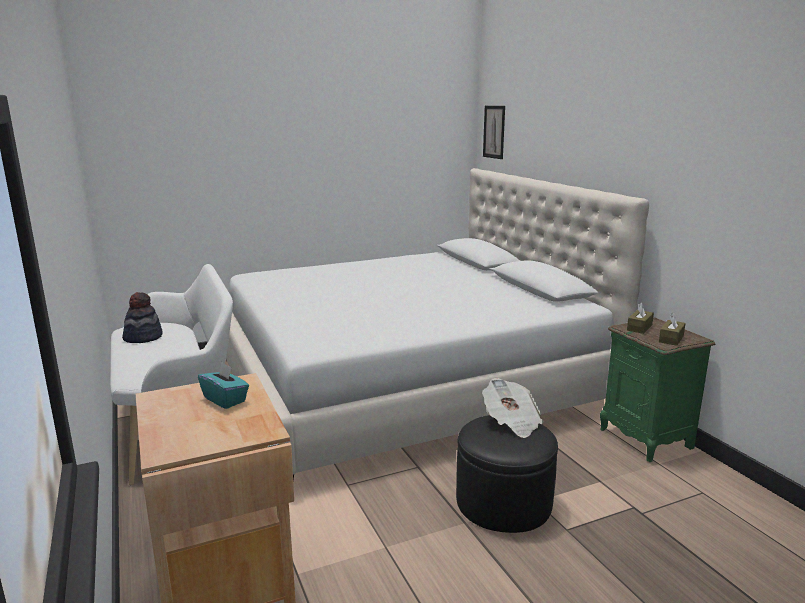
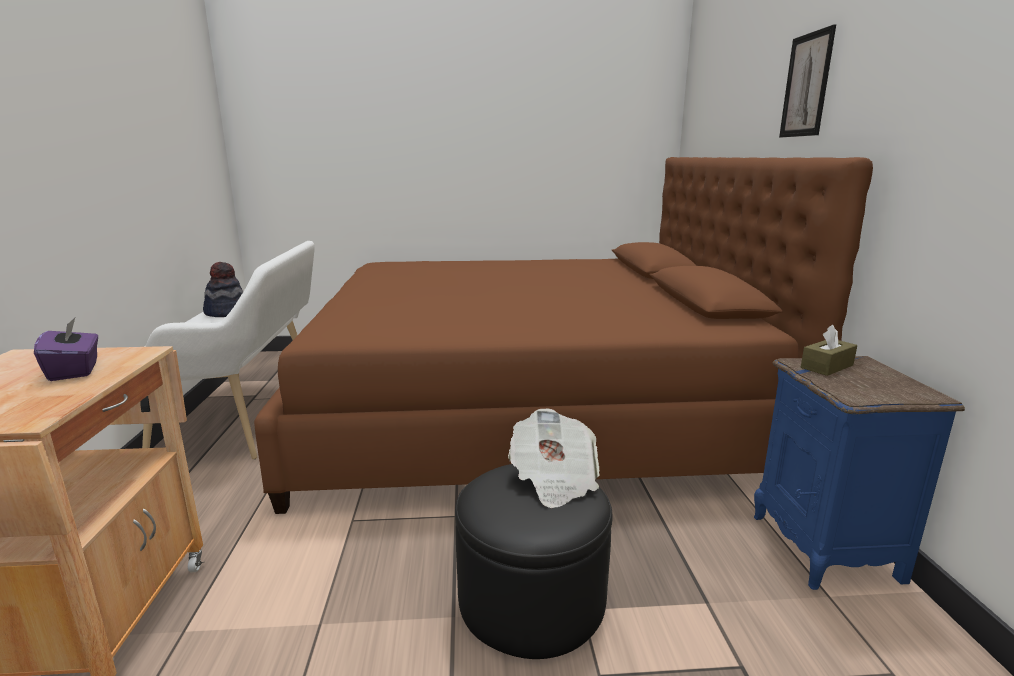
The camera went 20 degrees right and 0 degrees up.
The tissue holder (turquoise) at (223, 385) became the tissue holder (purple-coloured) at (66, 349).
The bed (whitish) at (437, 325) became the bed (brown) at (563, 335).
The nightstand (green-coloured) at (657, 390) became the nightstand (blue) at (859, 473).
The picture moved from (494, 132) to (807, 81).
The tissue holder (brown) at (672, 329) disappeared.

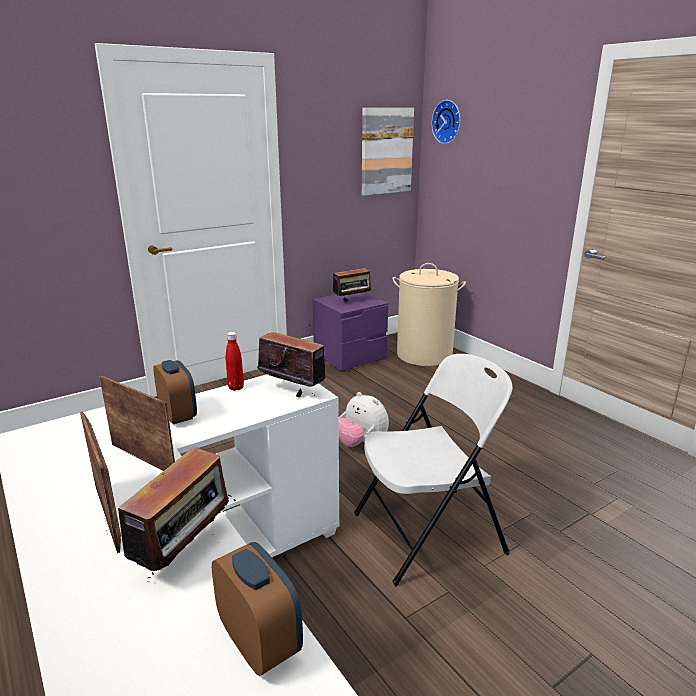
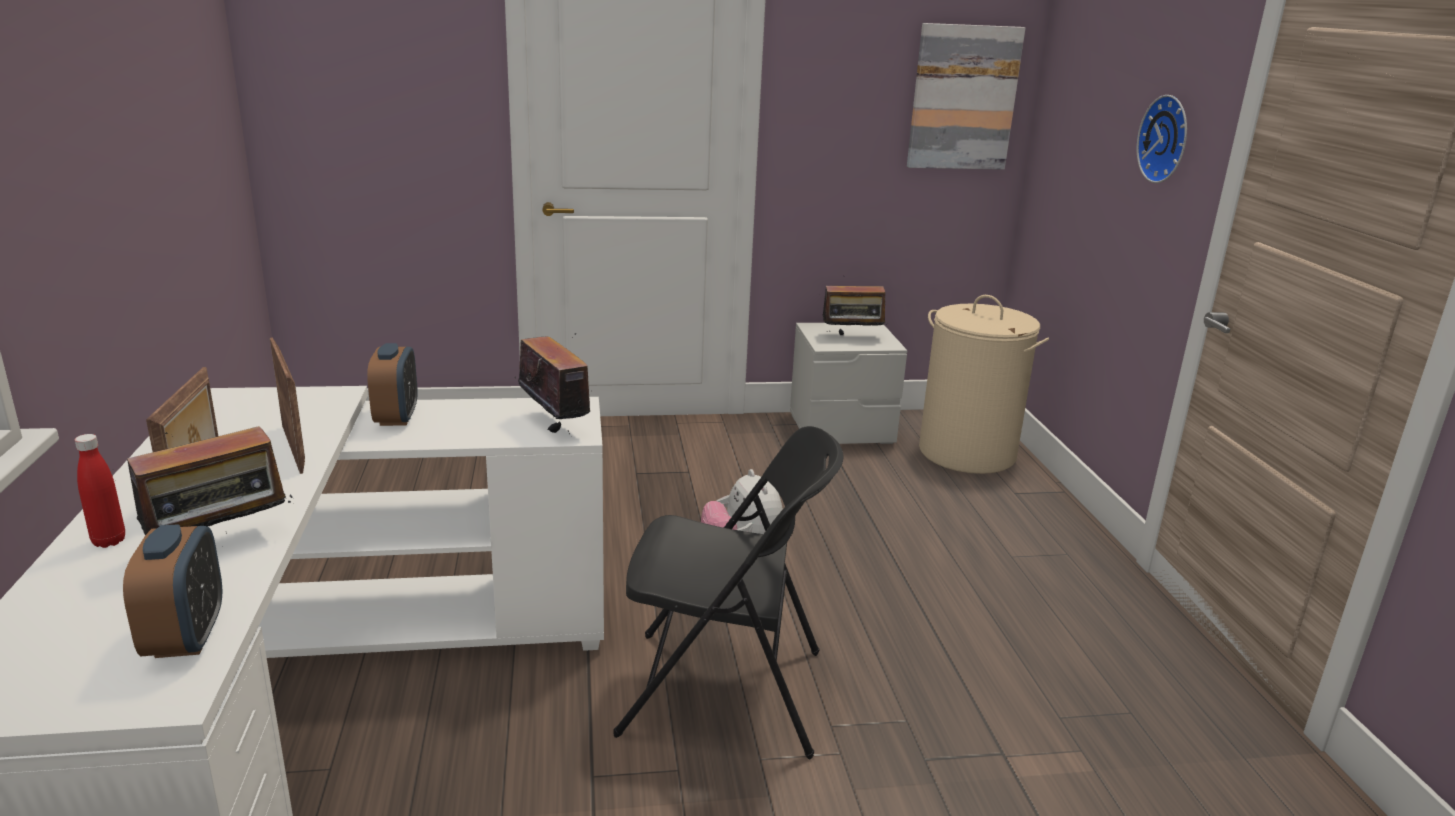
The camera went 25 degrees right and 0 degrees up.
The drink bottle (red) moved from (235, 361) to (100, 491).
The plain chair (whitish) at (433, 470) became the plain chair (blackish) at (728, 593).
The nightstand (purple-coloured) at (350, 332) became the nightstand (whitish) at (848, 383).
The clock on the wall moved from (445, 122) to (1161, 139).

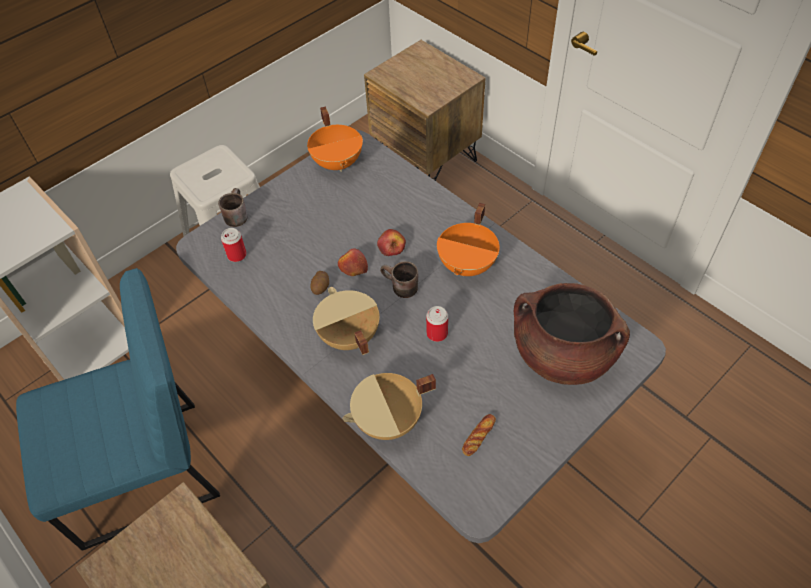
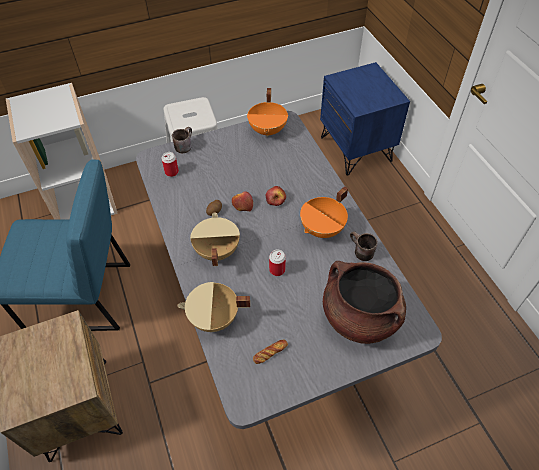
The camera went 20 degrees right and 0 degrees up.
The nightstand (brown) at (425, 110) became the nightstand (blue) at (365, 119).
The mug (brown) moved from (399, 279) to (364, 246).

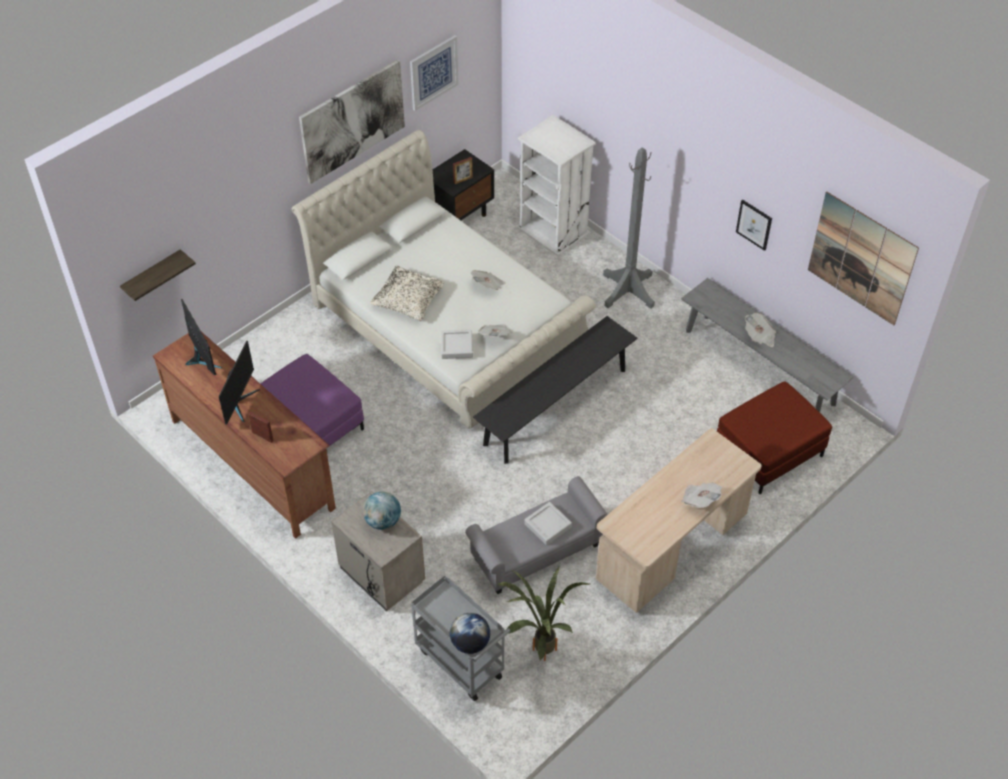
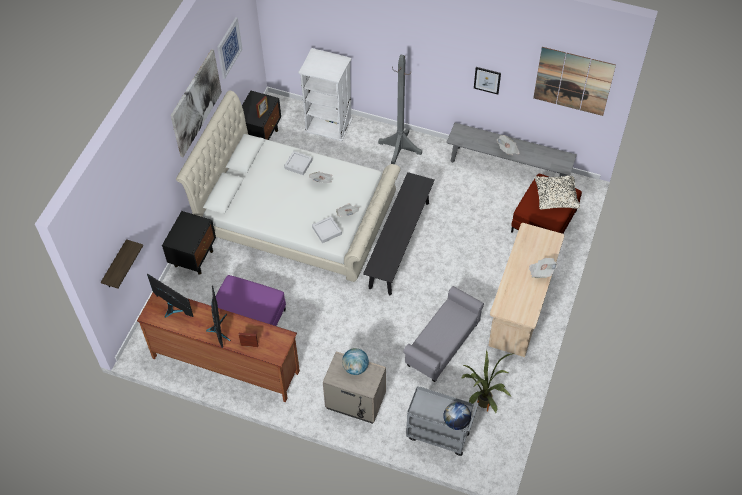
The camera went 25 degrees left and 5 degrees up.
The nightstand (blackish) at (189, 243) appeared.
The serving tray (gray) moved from (548, 523) to (298, 163).
The throw pillow (sand-coloured) moved from (407, 293) to (557, 192).

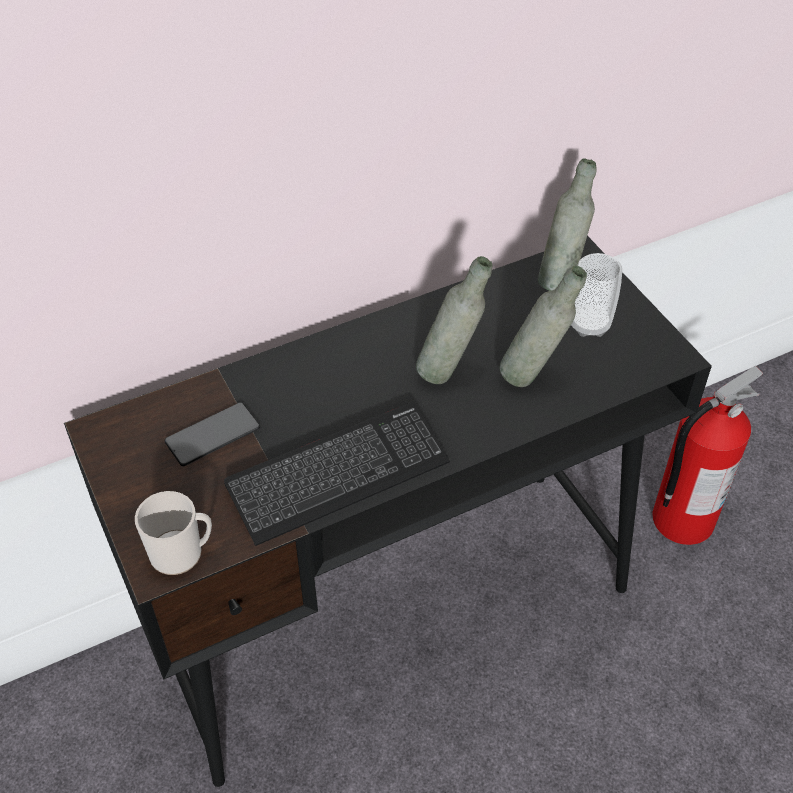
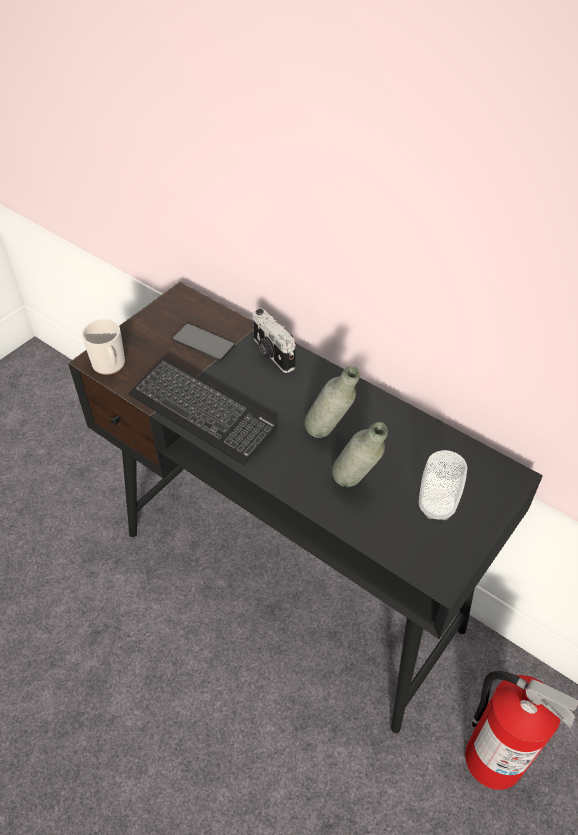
The camera went 65 degrees right and 0 degrees up.
The photo camera at (274, 341) appeared.
The drink bottle (gray) at (567, 224) disappeared.

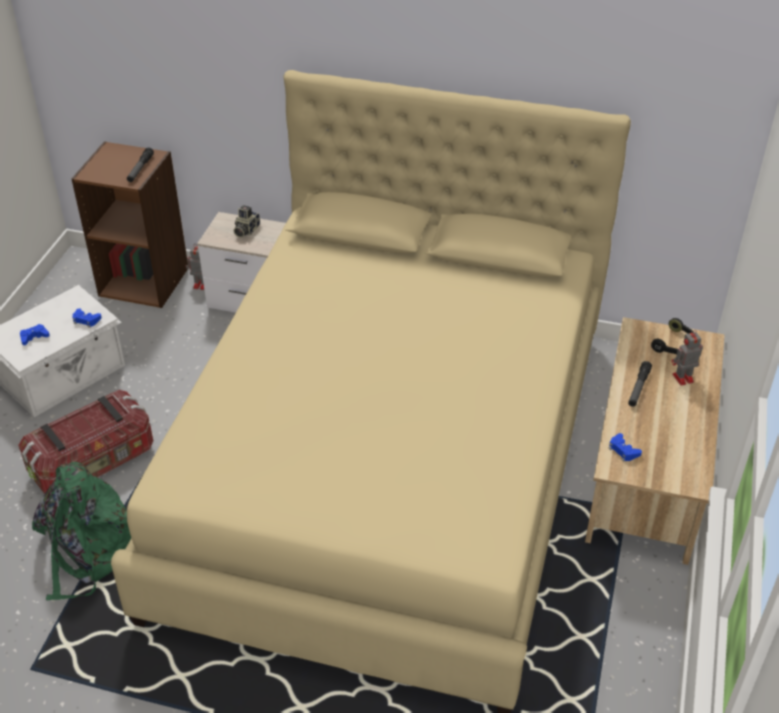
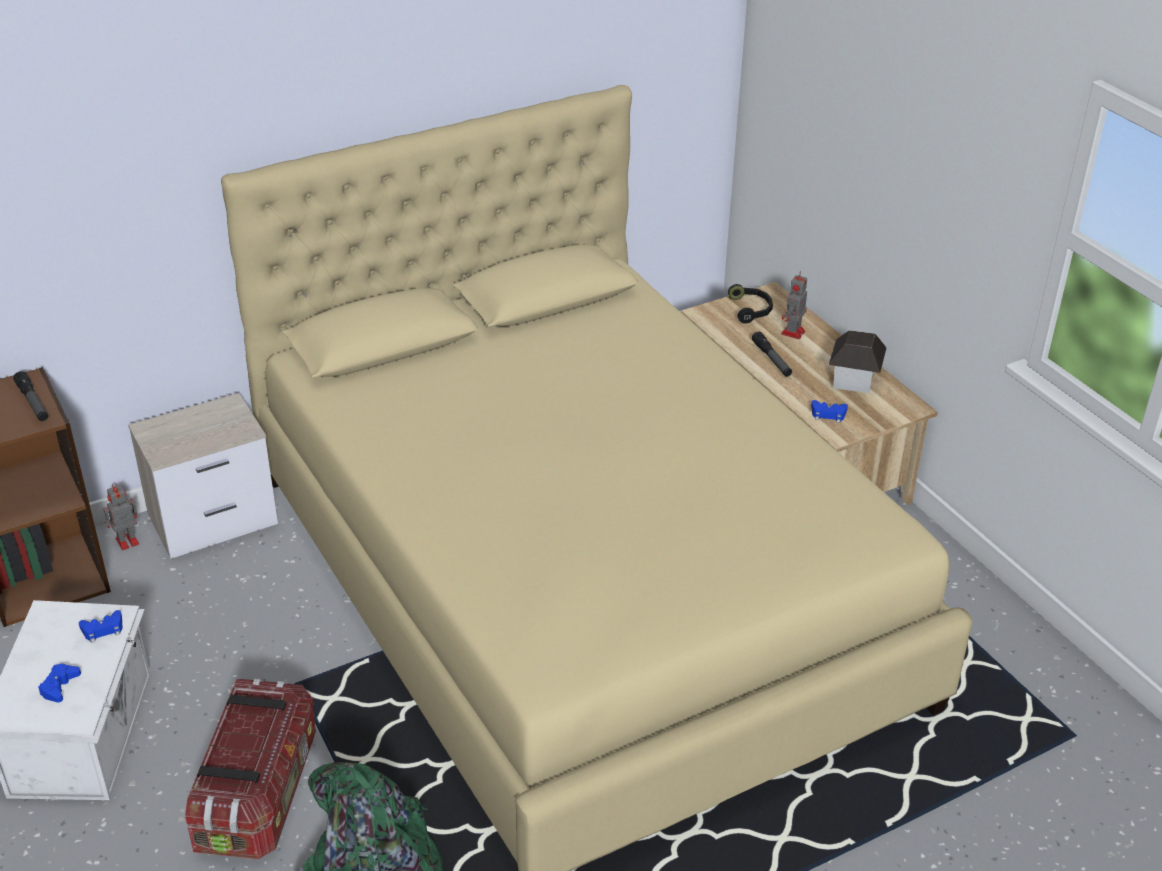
The camera went 45 degrees left and 5 degrees down.
The model house at (857, 361) appeared.
The photo camera at (247, 221) disappeared.

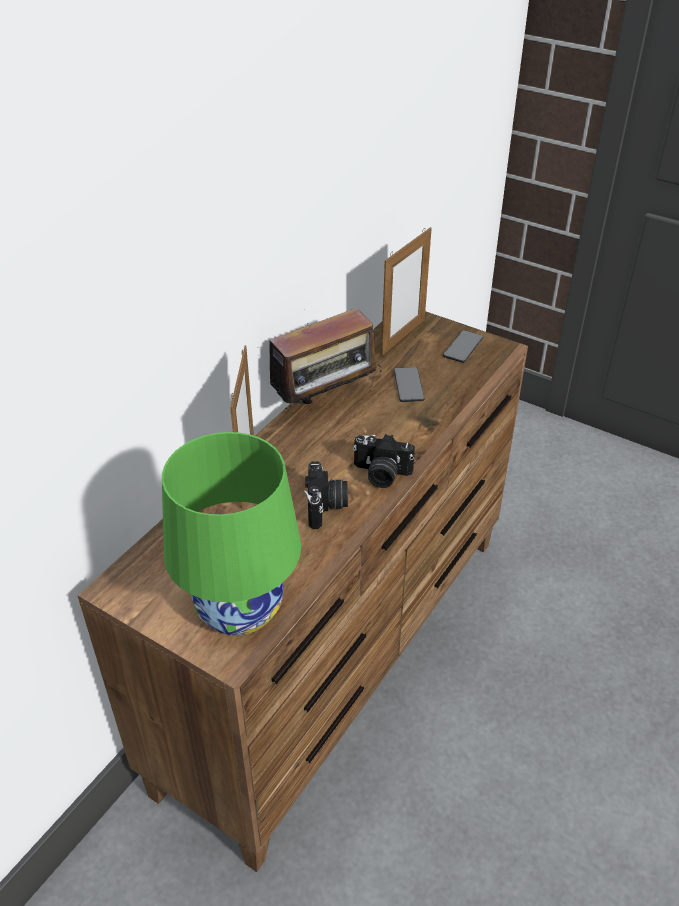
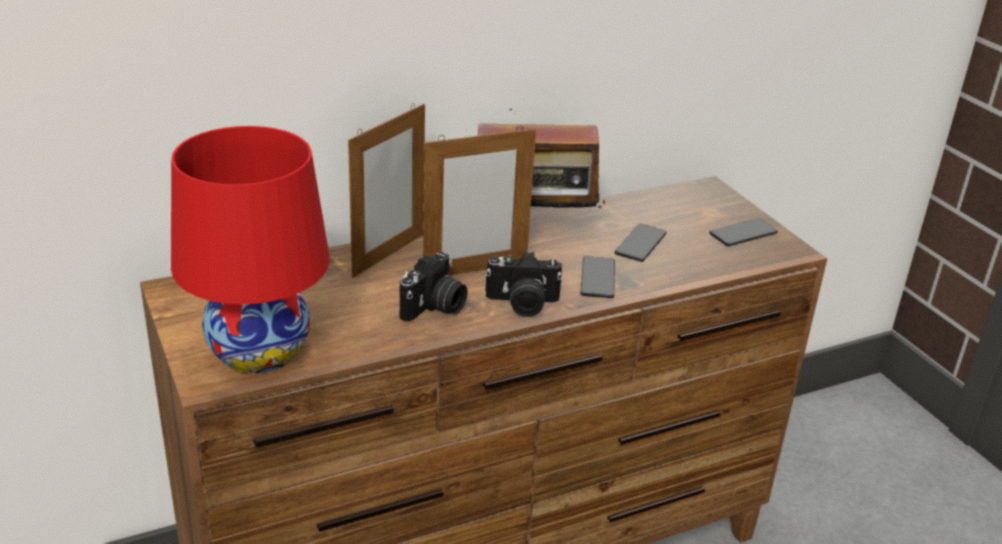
The camera went 30 degrees right and 10 degrees down.
The lamp for a table (green-coloured) at (231, 534) became the lamp for a table (red) at (250, 249).
The standing frame moved from (406, 291) to (479, 200).
The photo camera at (384, 461) turned 45 degrees counterclockwise.
The handset at (598, 277) appeared.

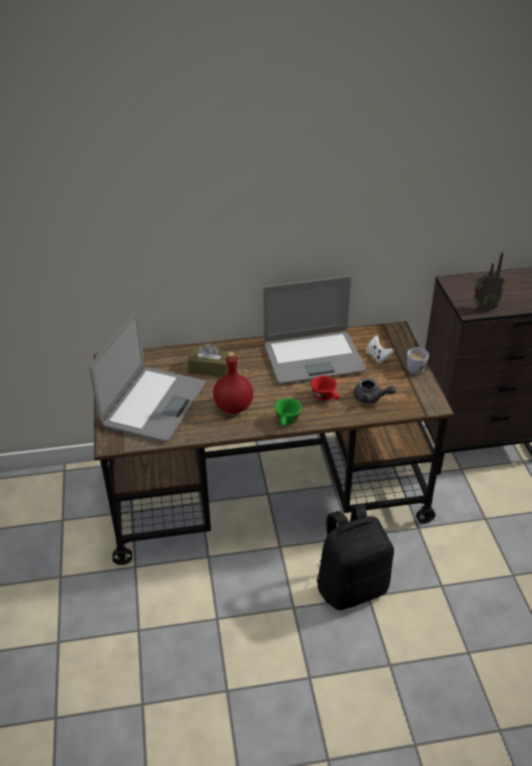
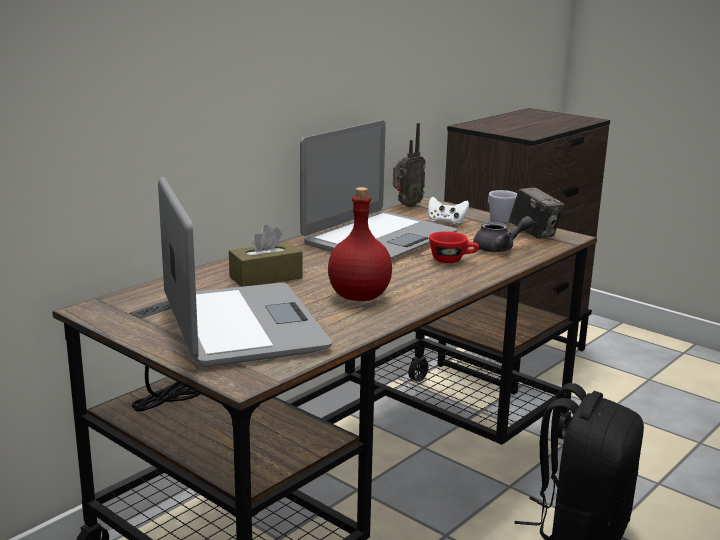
The camera went 40 degrees left and 20 degrees down.
The radio receiver moved from (488, 281) to (409, 165).
The photo camera at (537, 213) appeared.
The cup (green-coloured) at (288, 412) disappeared.

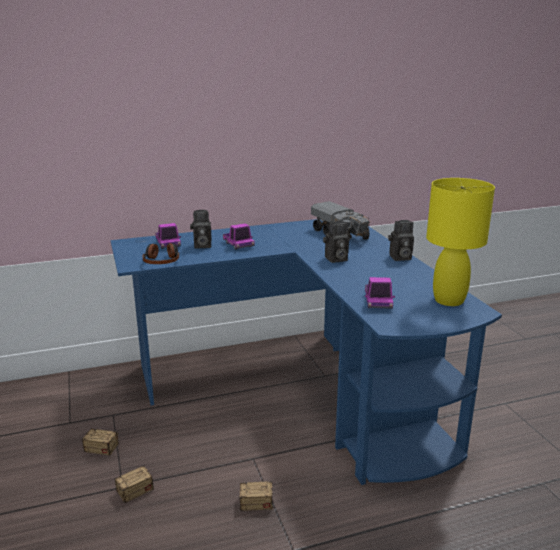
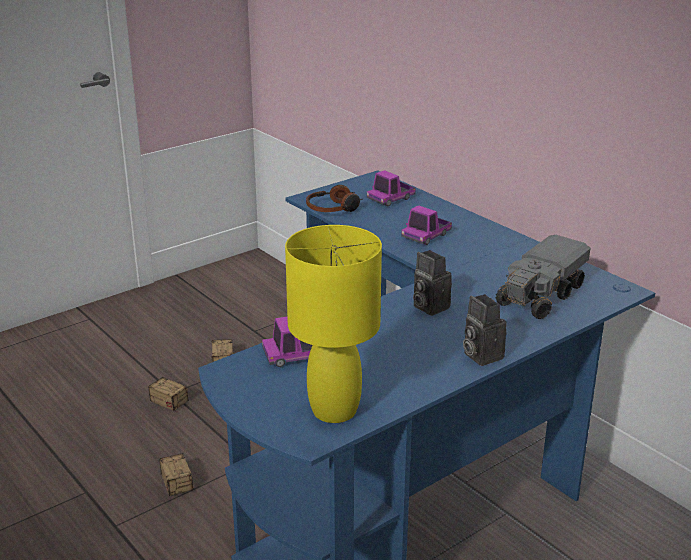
The camera went 70 degrees right and 5 degrees up.
The photo camera at (201, 229) disappeared.

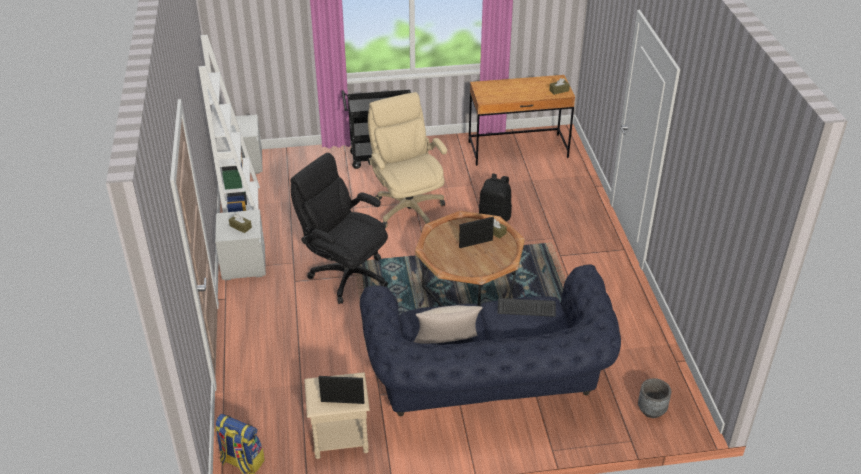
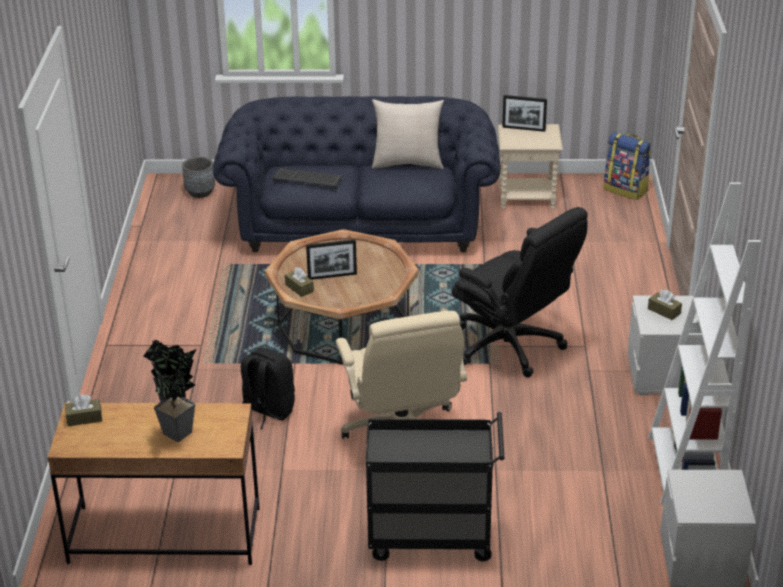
The camera went 170 degrees left and 5 degrees down.
The potted plant at (170, 391) appeared.

